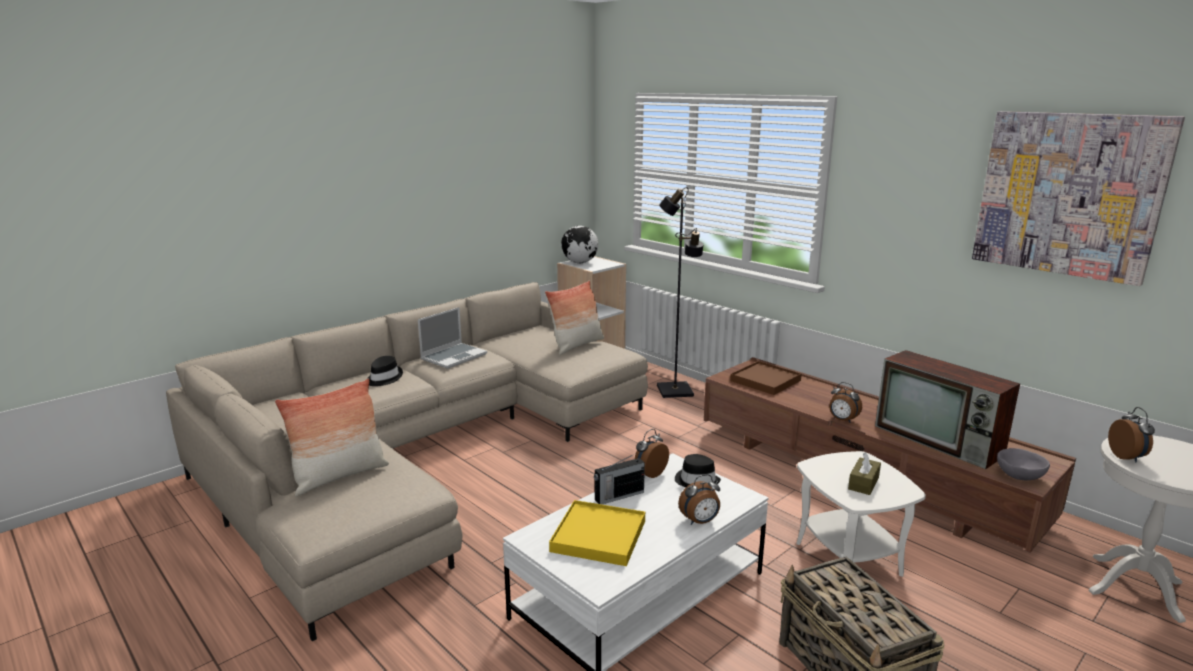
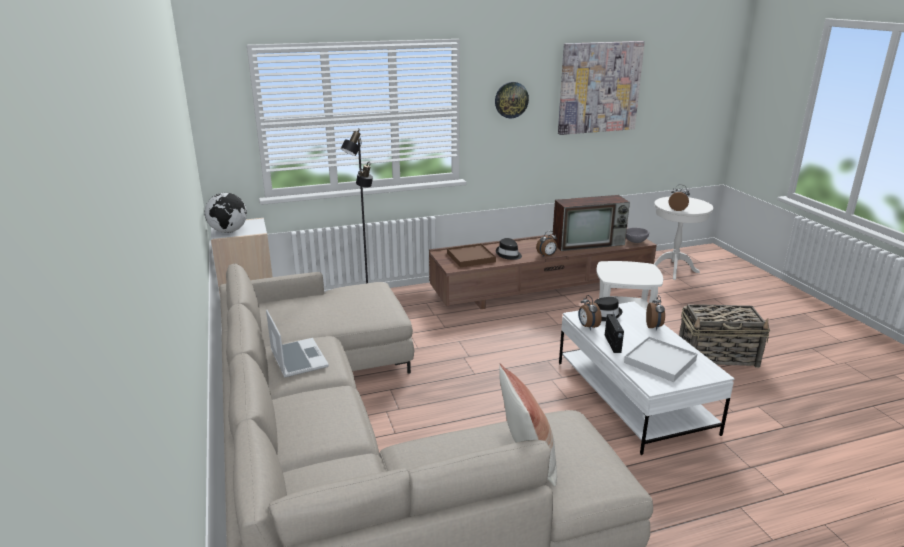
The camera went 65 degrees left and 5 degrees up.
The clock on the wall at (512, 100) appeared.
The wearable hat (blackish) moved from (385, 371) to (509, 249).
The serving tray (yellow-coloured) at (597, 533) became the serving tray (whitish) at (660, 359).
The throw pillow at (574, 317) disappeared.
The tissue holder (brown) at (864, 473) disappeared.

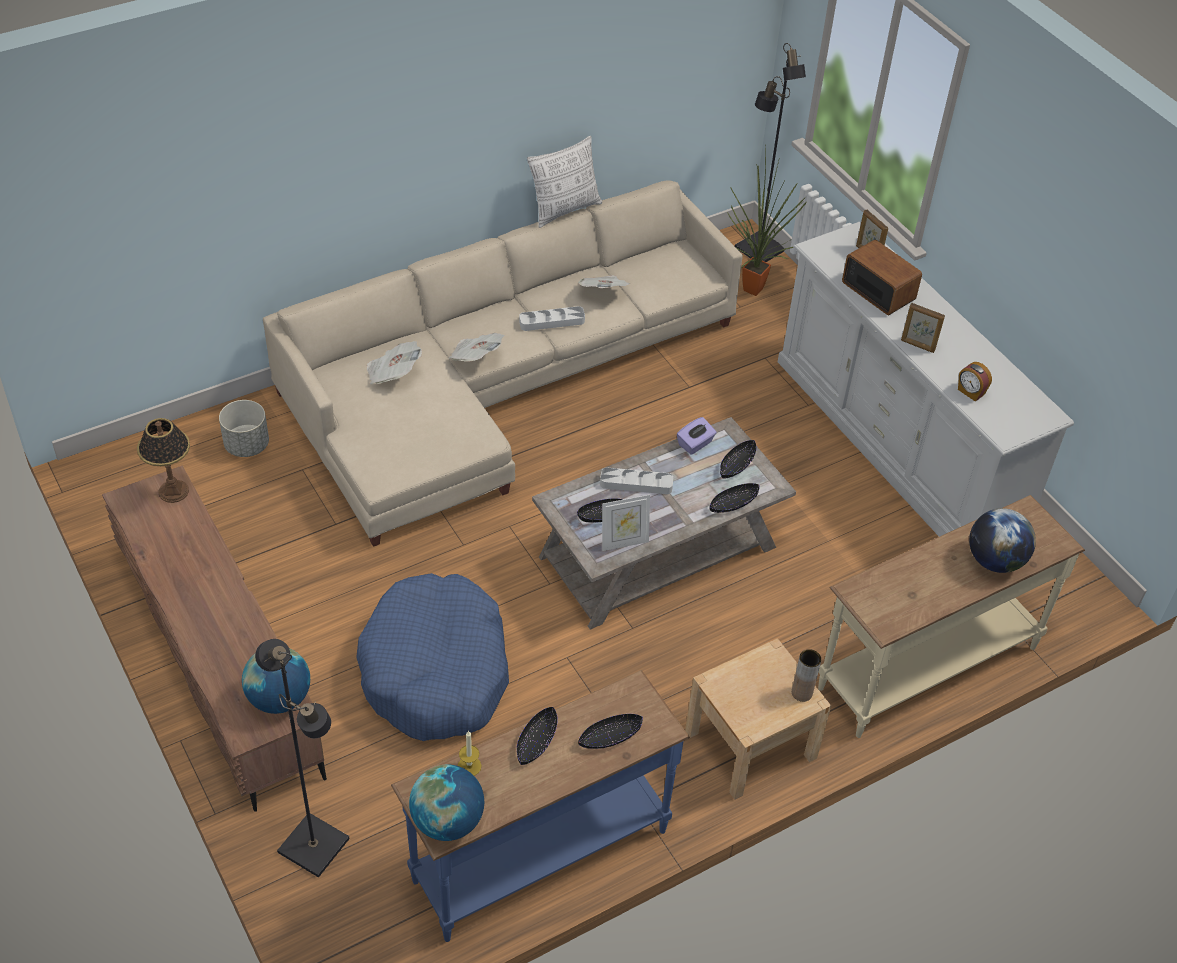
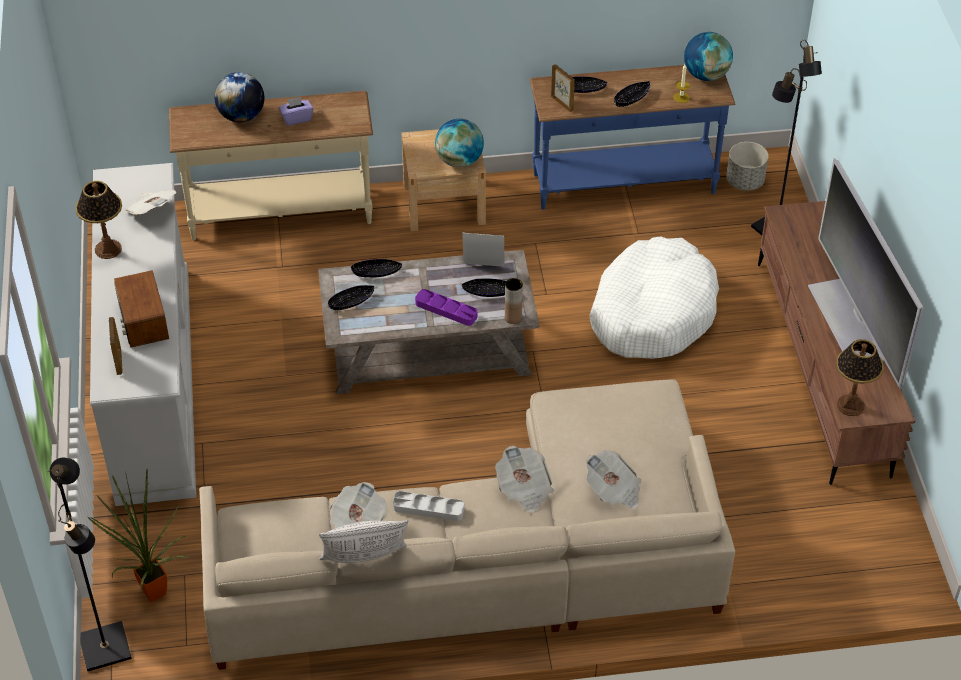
The camera went 155 degrees left and 0 degrees up.
The lamp for a table at (98, 220) appeared.
The bedside clock at (975, 382) was replaced by the daily paper at (150, 202).
The tissue holder (purple-coloured) moved from (697, 436) to (296, 111).
The serving tray (gray) at (636, 480) became the serving tray (purple-coloured) at (446, 307).
The world globe moved from (276, 681) to (459, 143).
The vase (brown) moved from (806, 675) to (514, 301).
The standing frame moved from (923, 328) to (563, 88).
The dog cushion (blue) at (432, 657) became the dog cushion (whitish) at (654, 297).
The planter (gray) moved from (244, 428) to (747, 166).
The TV set at (866, 273) appeared.

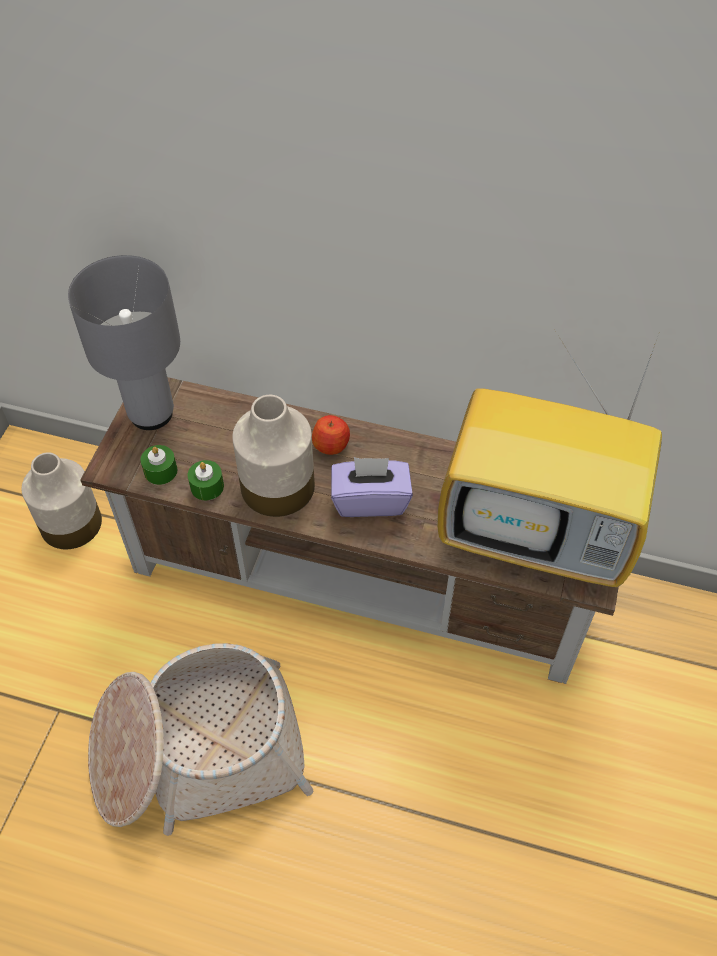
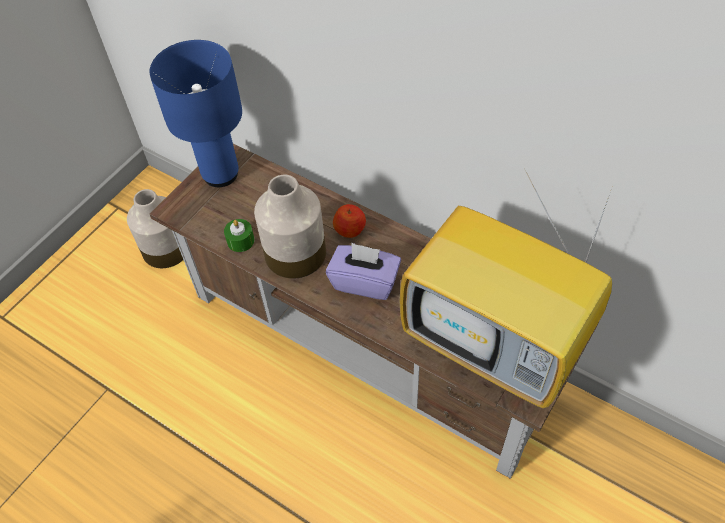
The camera went 20 degrees right and 0 degrees up.
The lamp for a table (gray) at (124, 342) became the lamp for a table (blue) at (196, 113).
The household basket at (201, 739) disappeared.
The wax light (green-coloured) at (158, 465) disappeared.

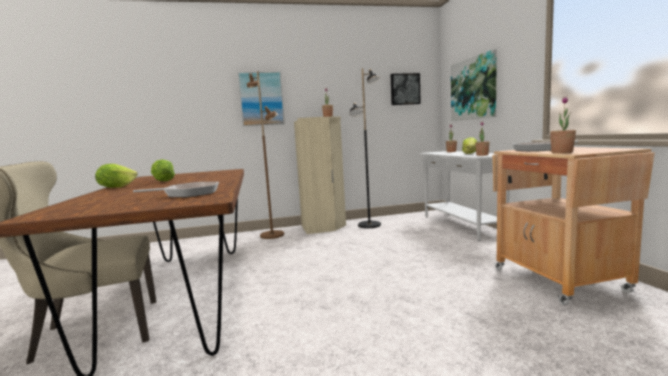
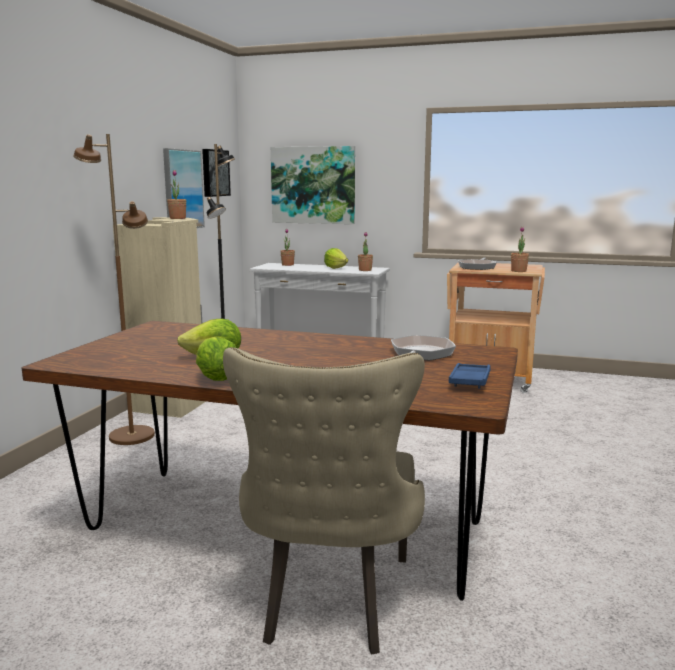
The camera went 60 degrees left and 5 degrees up.
The picture moved from (261, 99) to (184, 188).
The serving tray (blue) at (470, 376) appeared.

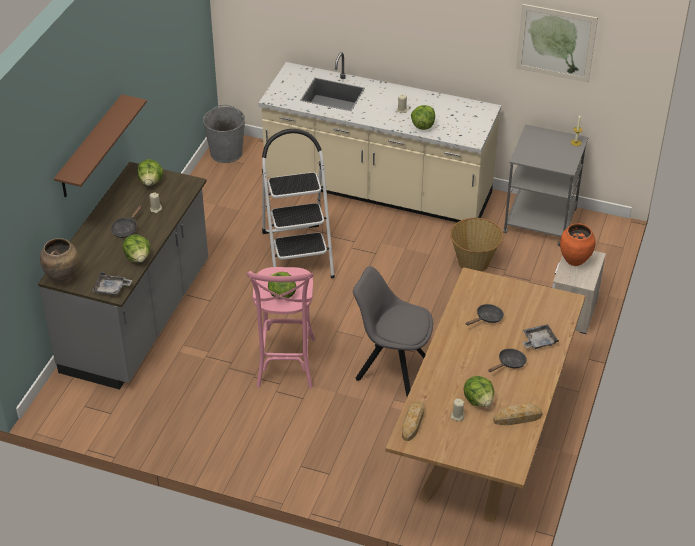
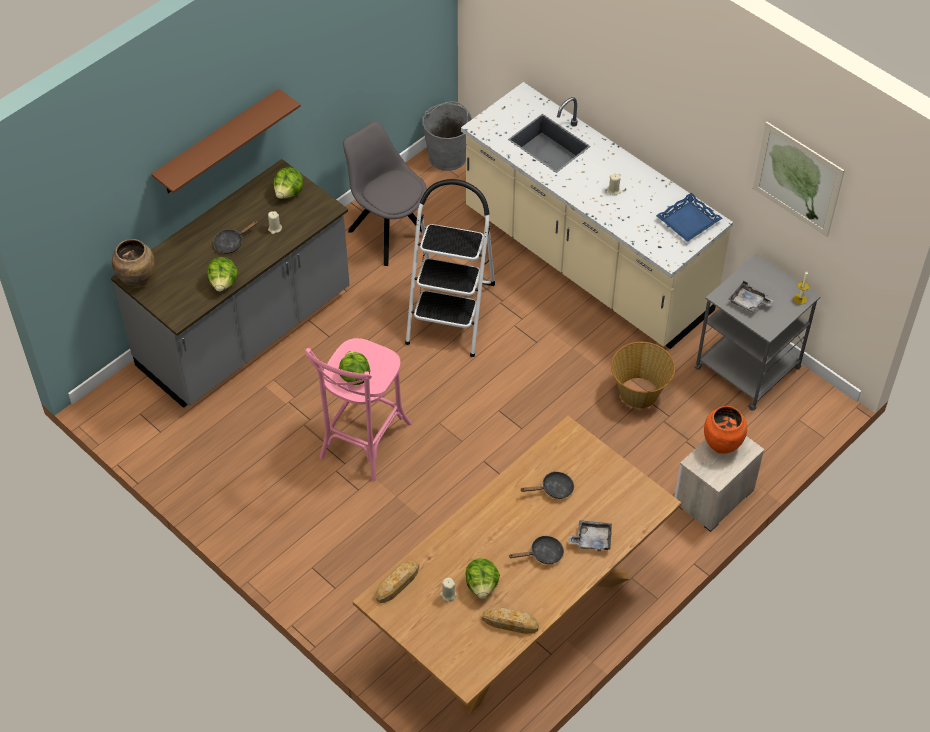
The camera went 25 degrees right and 10 degrees up.
The plain chair (gray) moved from (393, 331) to (385, 194).
The serving tray (blue) at (689, 217) appeared.
The serving tray (gray) moved from (112, 283) to (751, 297).
The head of lettuce at (423, 117) disappeared.

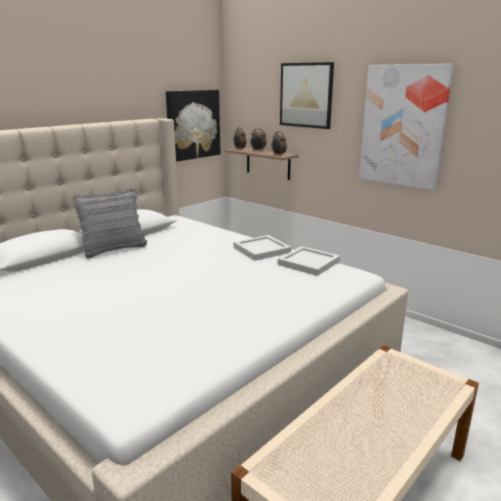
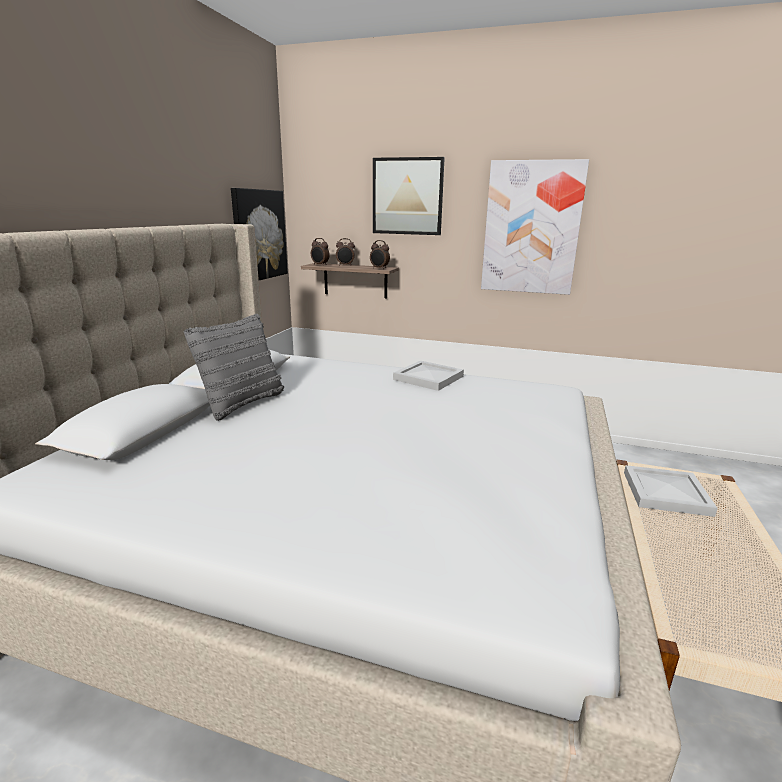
The camera went 25 degrees left and 0 degrees up.
The serving tray (whitish) moved from (309, 261) to (671, 491).

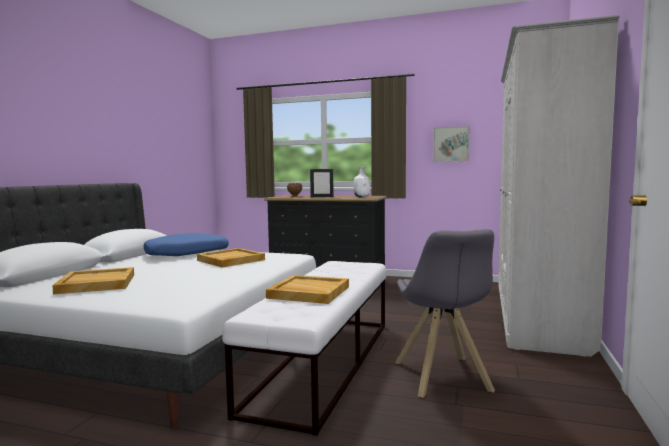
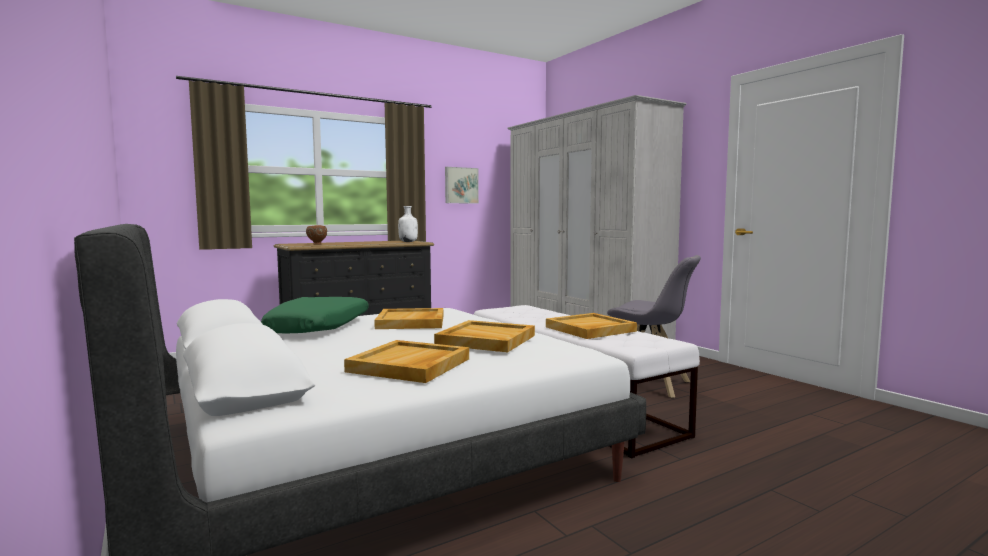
The camera went 50 degrees left and 0 degrees up.
The throw pillow (blue) at (186, 244) became the throw pillow (green-coloured) at (315, 315).
The serving tray (sand-coloured) at (484, 336) appeared.
The standing frame at (322, 183) disappeared.

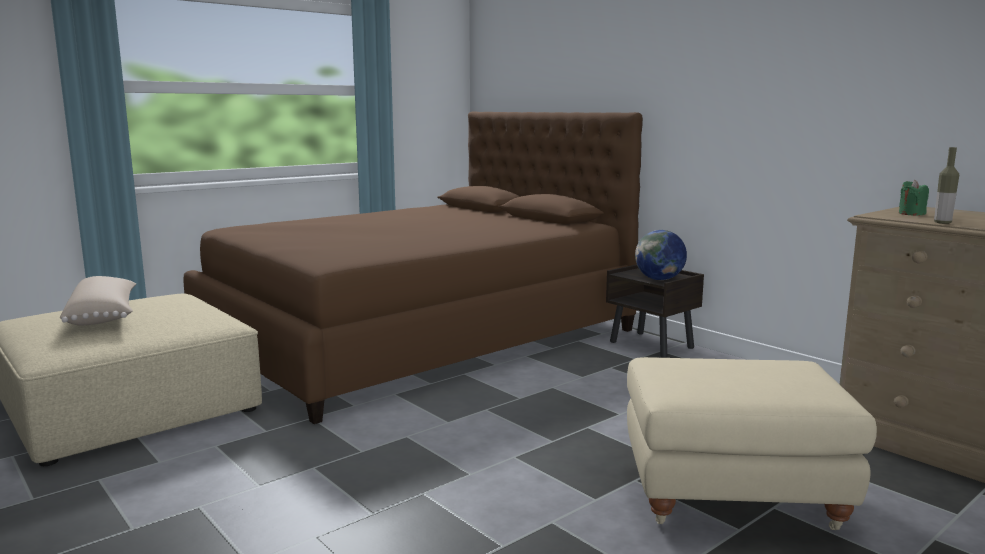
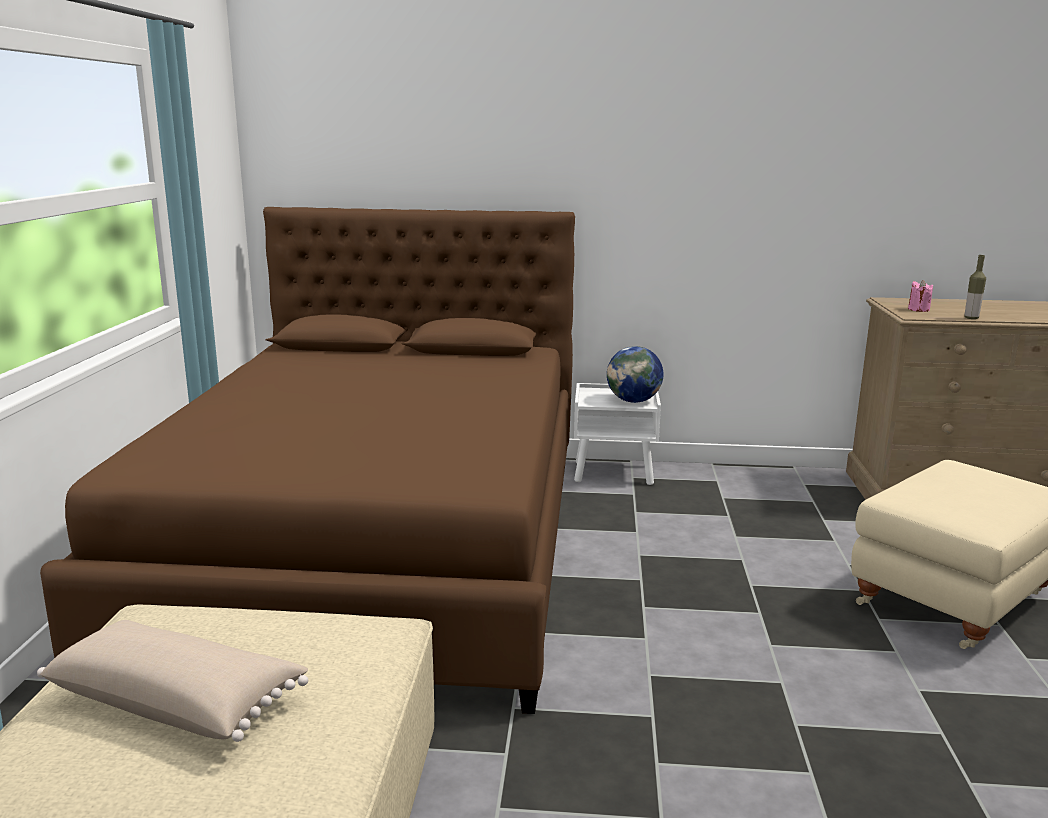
The camera went 45 degrees left and 5 degrees up.
The nightstand (brown) at (655, 311) became the nightstand (whitish) at (617, 434).
The wax light (green-coloured) at (914, 198) became the wax light (pinkish) at (920, 296).

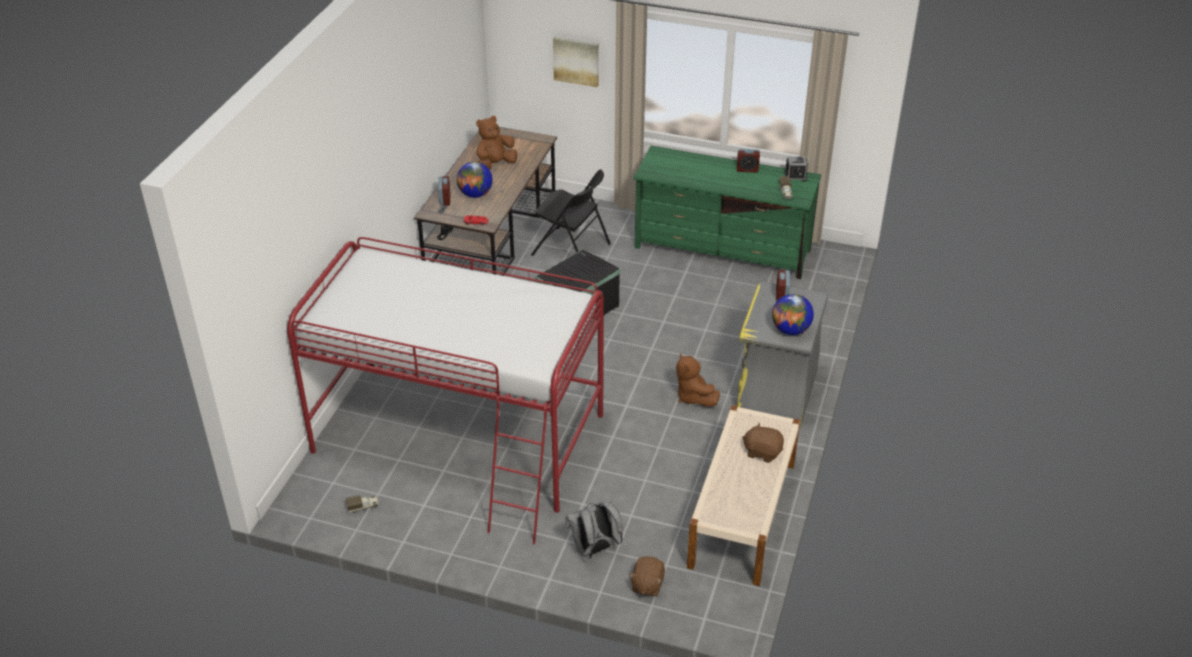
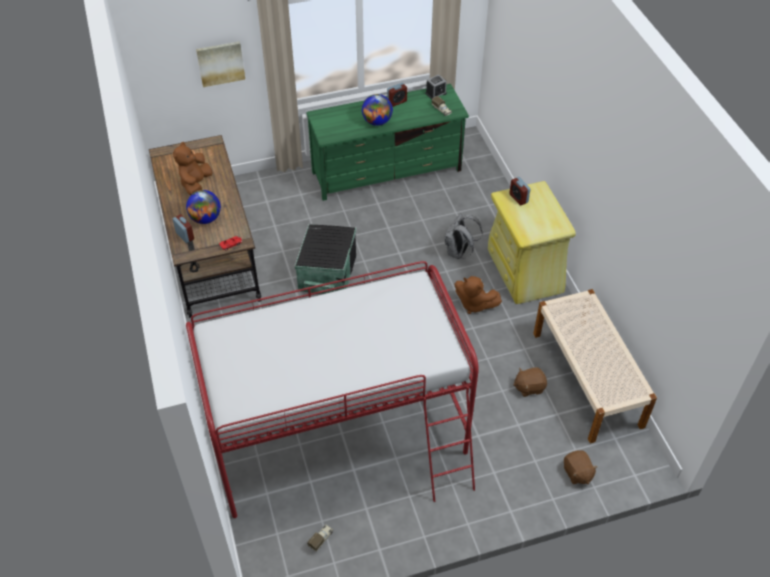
The camera went 35 degrees left and 10 degrees up.
The world globe moved from (793, 314) to (377, 110).
The rucksack (gray) moved from (594, 528) to (463, 236).
The nightstand (gray) at (782, 355) became the nightstand (yellow-coloured) at (532, 242).
The plush toy (brown) moved from (763, 443) to (530, 382).
The plain chair (blackish) at (571, 212) disappeared.

